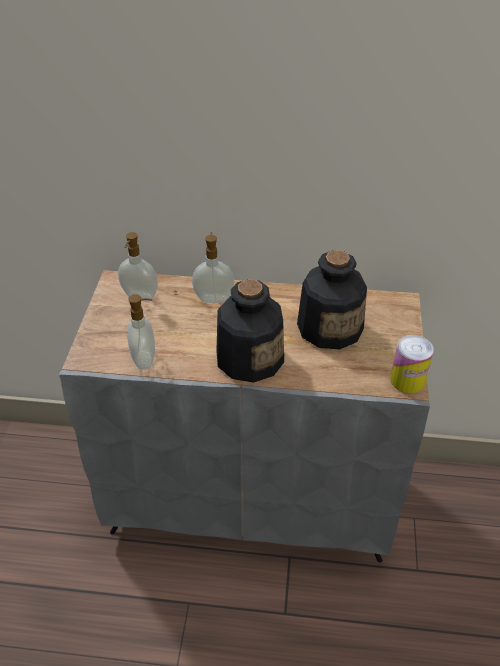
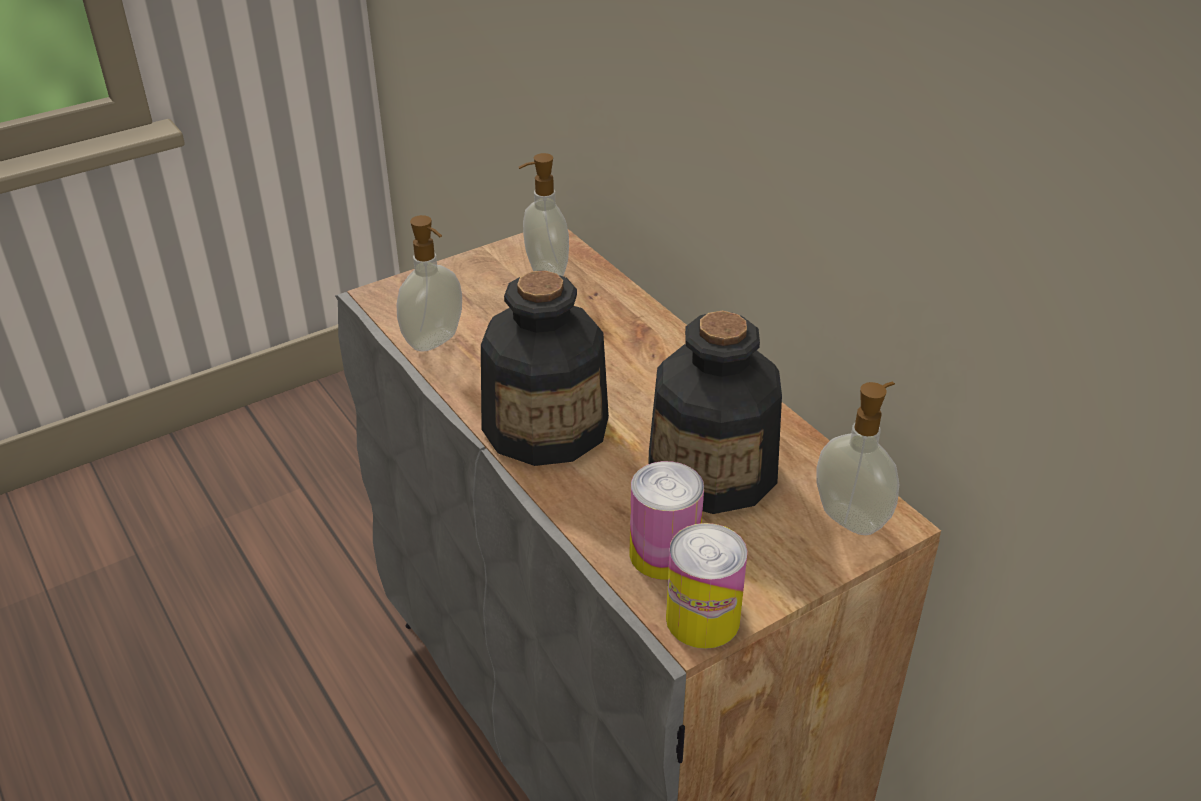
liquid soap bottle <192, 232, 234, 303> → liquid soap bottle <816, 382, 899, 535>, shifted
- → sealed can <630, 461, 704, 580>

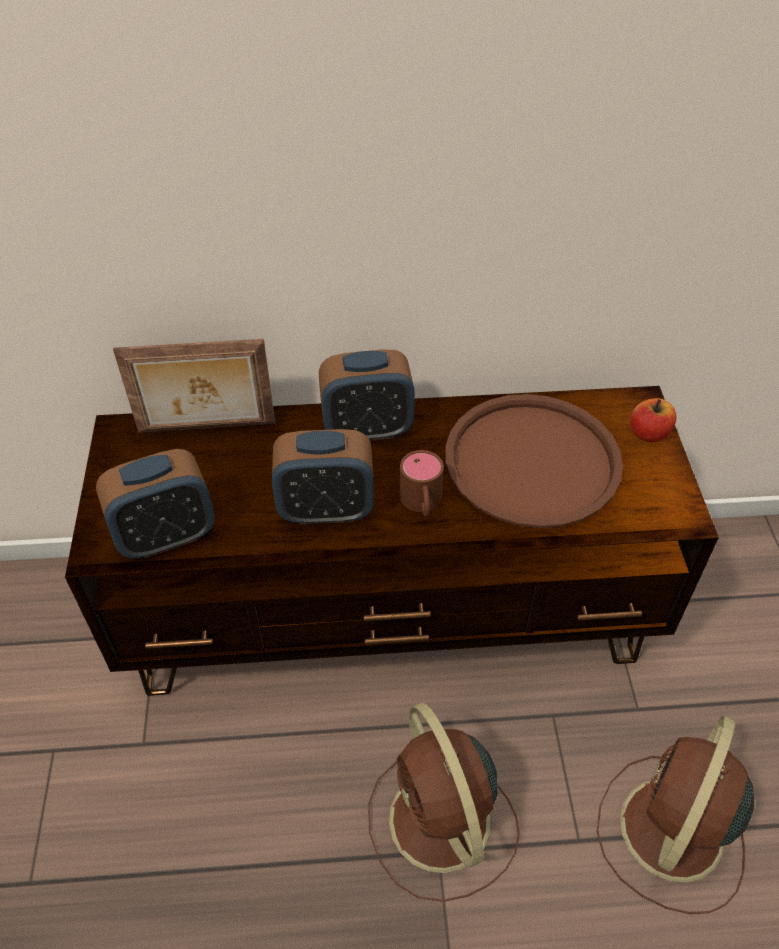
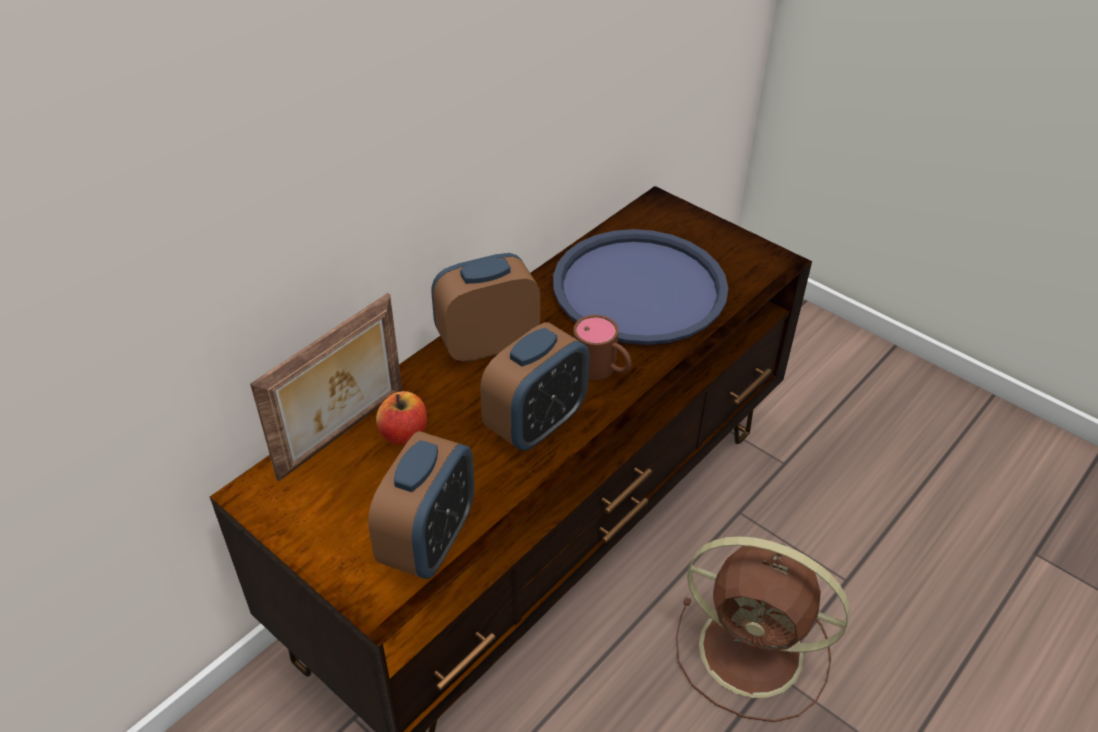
table clock <319, 349, 415, 441> → table clock <431, 253, 540, 362>, 150 degrees counterclockwise
tray/brown-coloured <445, 394, 623, 528> → tray/blue-coloured <553, 229, 728, 345>
electric fan/brown-coloured <597, 715, 754, 914> → -
apple fruit <630, 398, 676, 442> → apple fruit <376, 391, 427, 445>, shifted

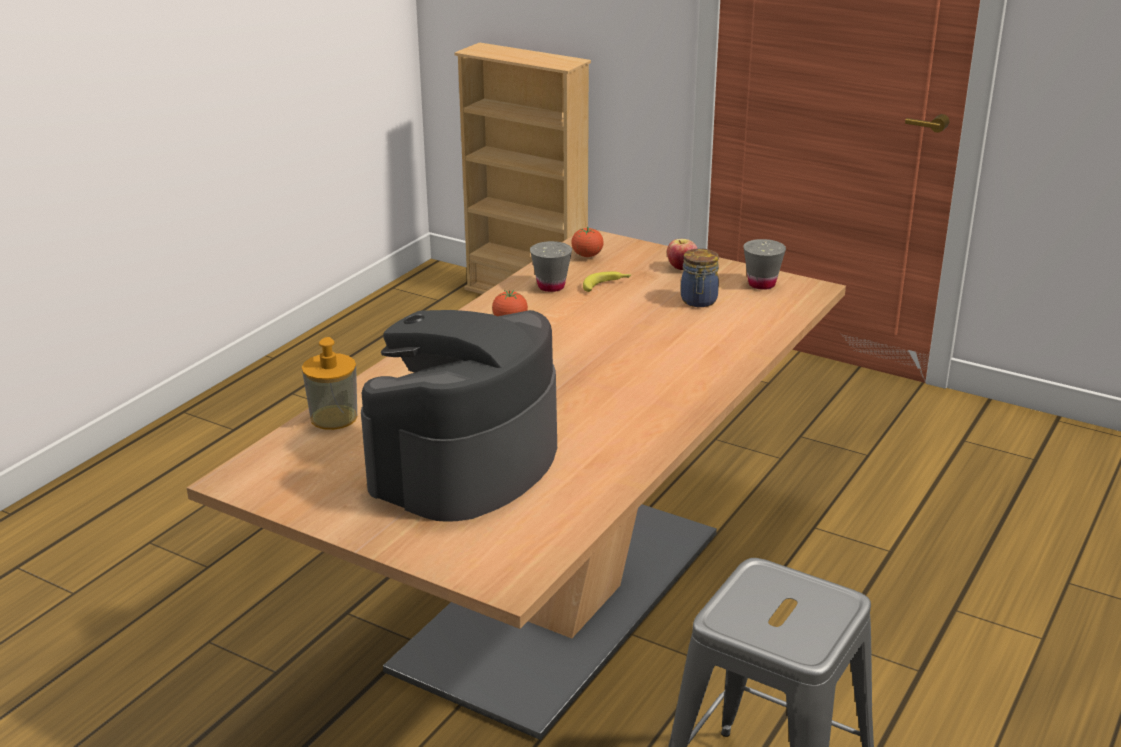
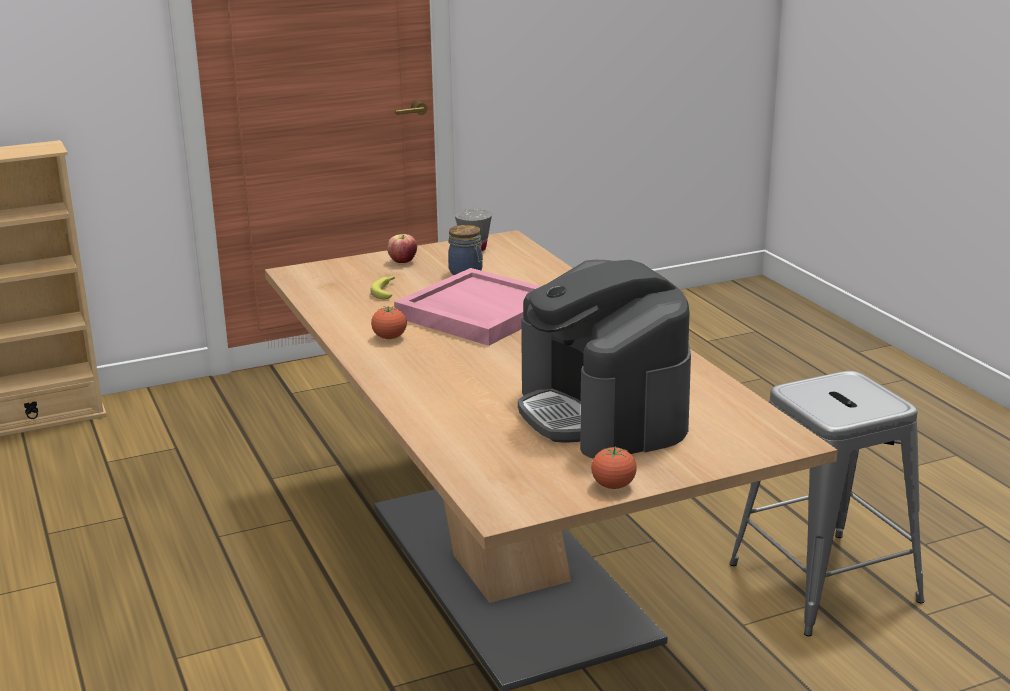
liquid soap bottle <302, 337, 358, 430> → -
drinking cup/gray <530, 241, 572, 292> → -
fresh tomato <571, 227, 604, 257> → fresh tomato <591, 447, 637, 489>, shifted
- → tray/pink-coloured <394, 268, 541, 346>

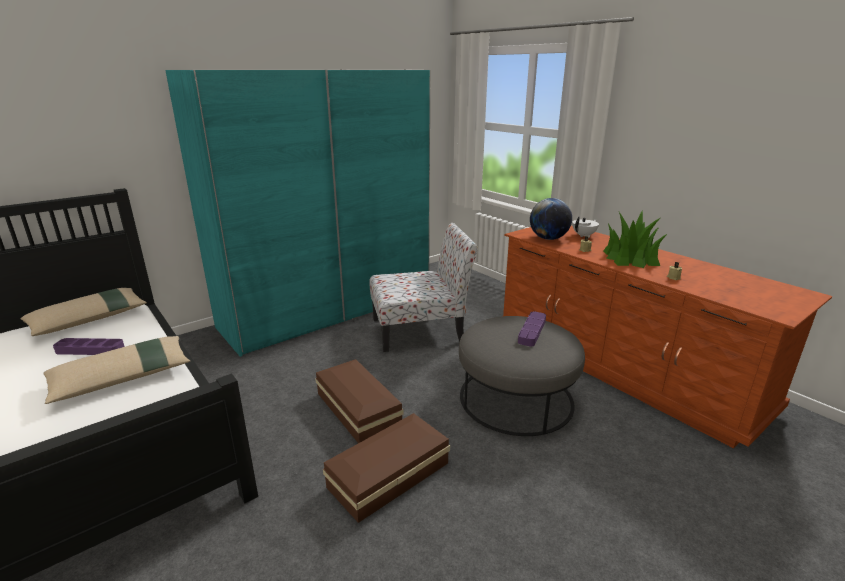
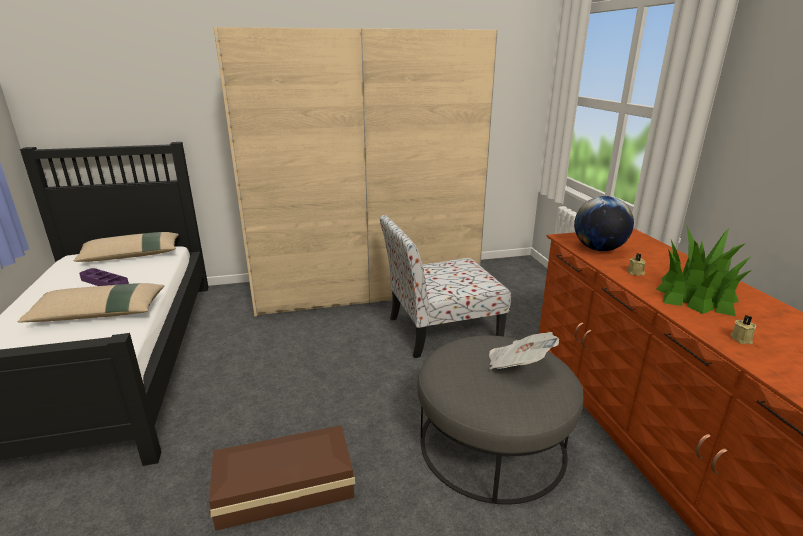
wardrobe/turquoise-coloured <165, 69, 430, 357> → wardrobe/sand-coloured <214, 27, 498, 317>
storage box/brown-coloured <315, 359, 403, 443> → -
plain chair <369, 223, 478, 352> → plain chair <380, 215, 511, 358>, 150 degrees clockwise
tray/purple-coloured <518, 312, 546, 347> → newspaper <489, 332, 559, 369>
tea pot/white <572, 217, 599, 238> → -

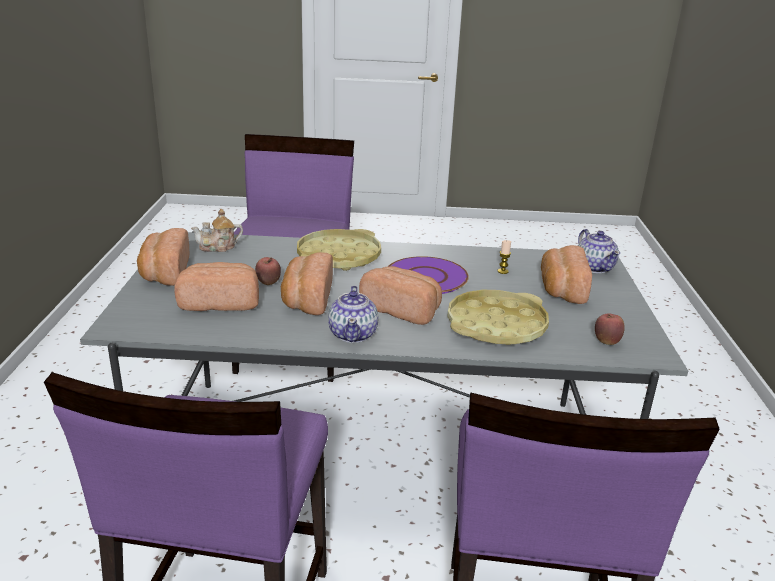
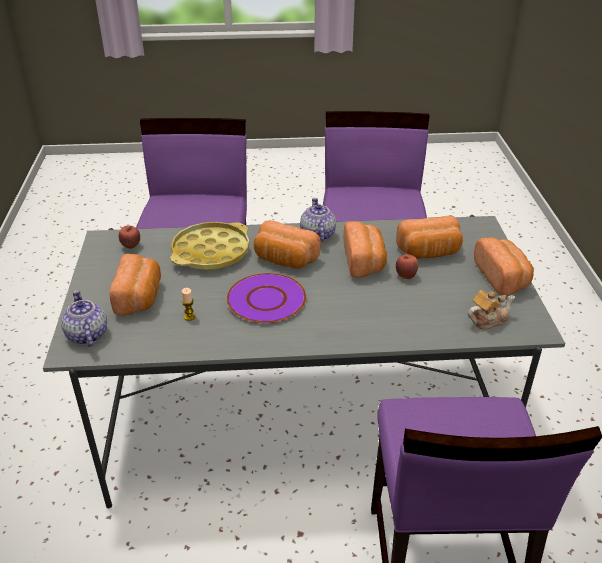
tray/yellow-coloured <297, 229, 381, 271> → -

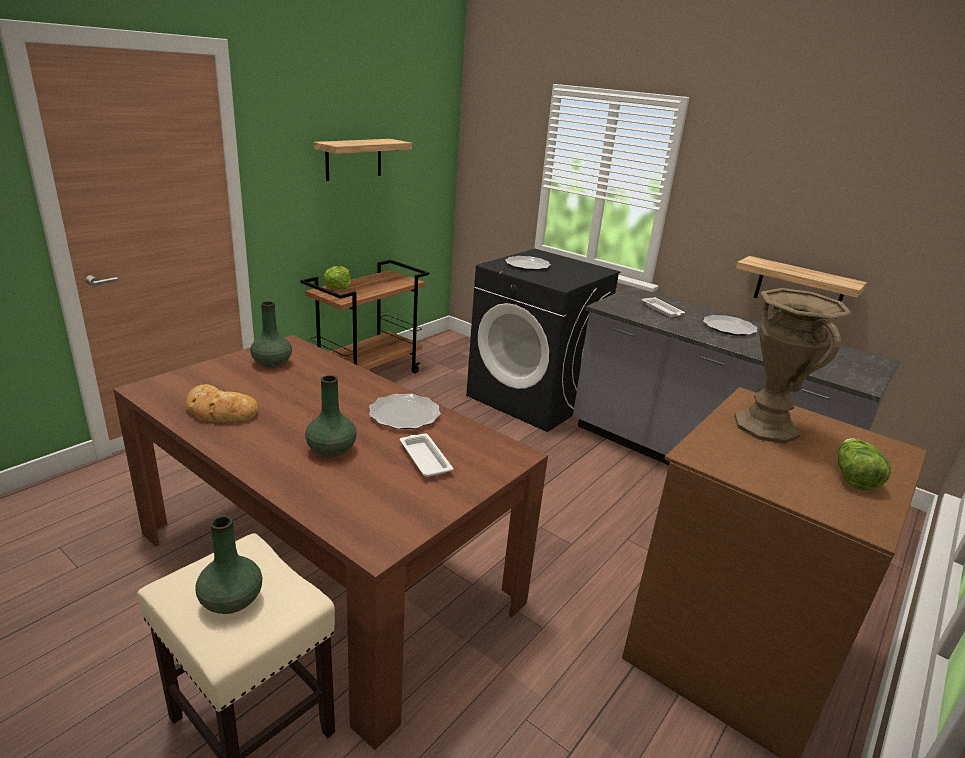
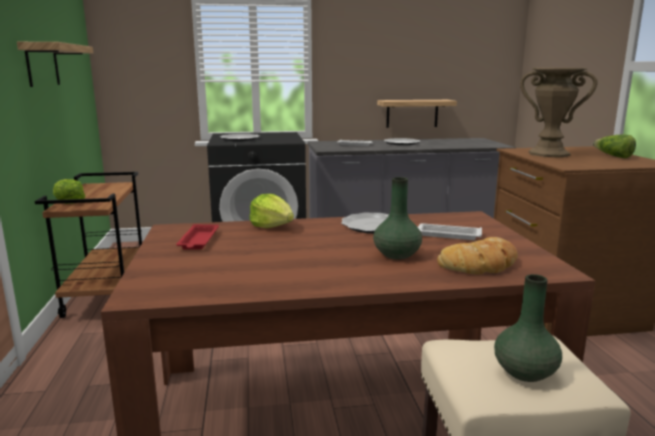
baked bread <186, 384, 258, 422> → baked bread <437, 237, 518, 274>, shifted
flower vase/green <250, 301, 292, 368> → tray/red <176, 224, 219, 249>
- → lettuce head <250, 194, 294, 228>

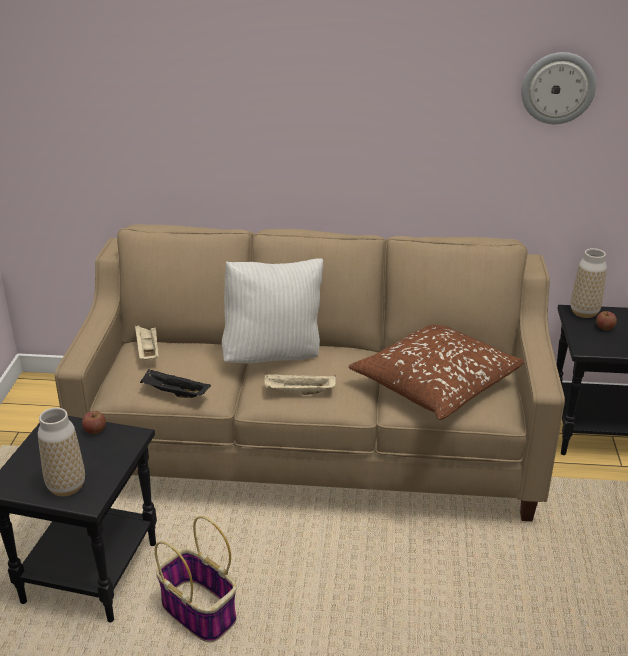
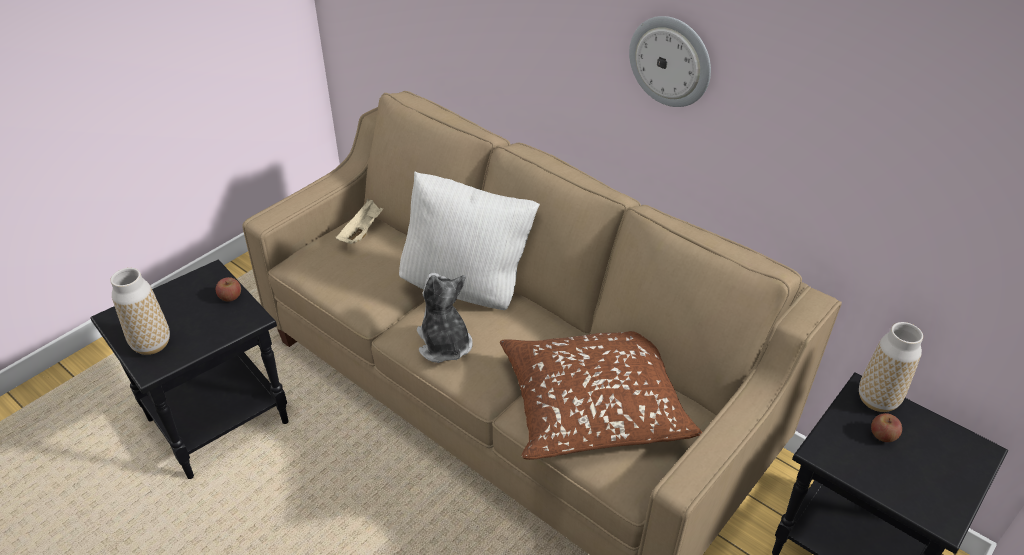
tray/black <140, 369, 211, 398> → -
storage basket <155, 516, 237, 642> → -
tray/sand-coloured <265, 374, 336, 395> → plush toy <417, 273, 473, 363>
clock on the wall <521, 52, 596, 124> → clock on the wall <629, 16, 711, 107>, shifted

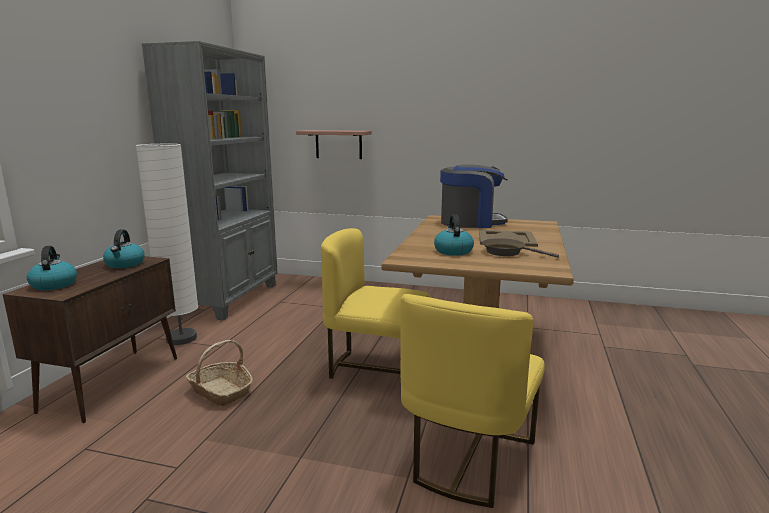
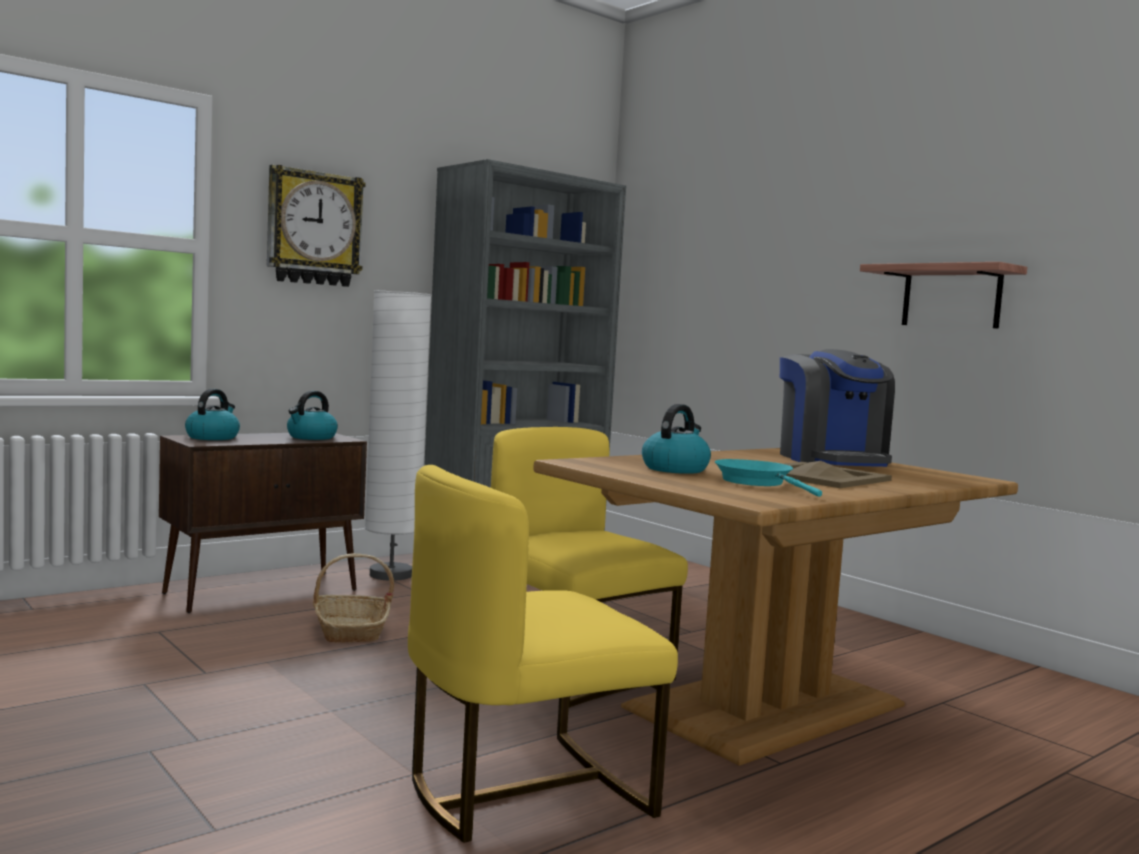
bracket shelf <296, 130, 372, 159> → bracket shelf <860, 262, 1027, 329>, shifted
coffee brewer <440, 164, 508, 228> → coffee brewer <780, 349, 895, 467>, 45 degrees clockwise
skillet/brown-coloured <482, 238, 559, 258> → skillet/turquoise-coloured <715, 459, 822, 497>
- → clock on the wall <267, 165, 366, 287>

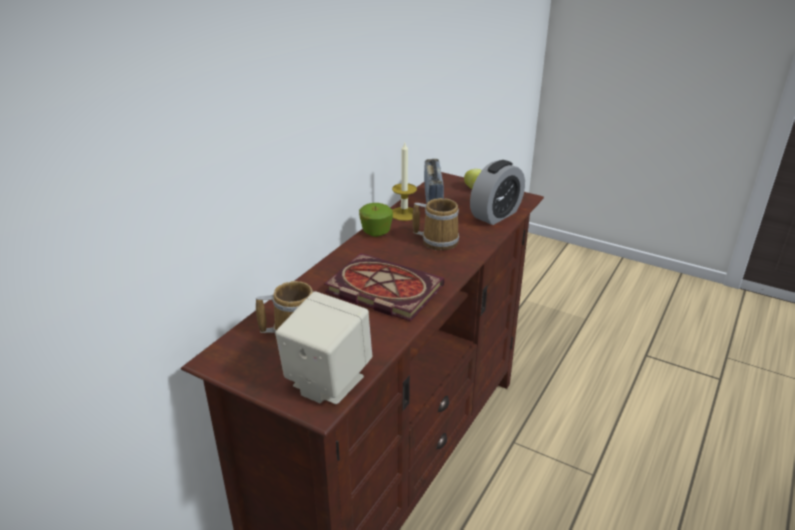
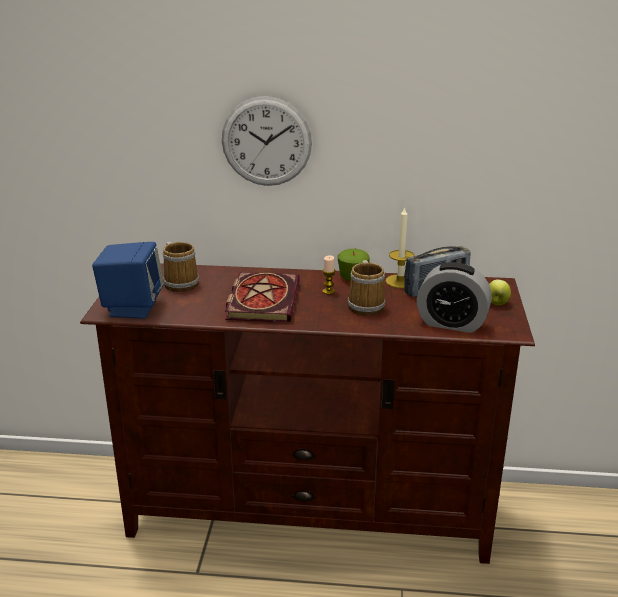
audio speaker/sand-coloured <275, 291, 372, 404> → audio speaker/blue-coloured <92, 242, 164, 319>
- → clock on the wall <222, 96, 312, 186>
- → candle <323, 255, 335, 294>

